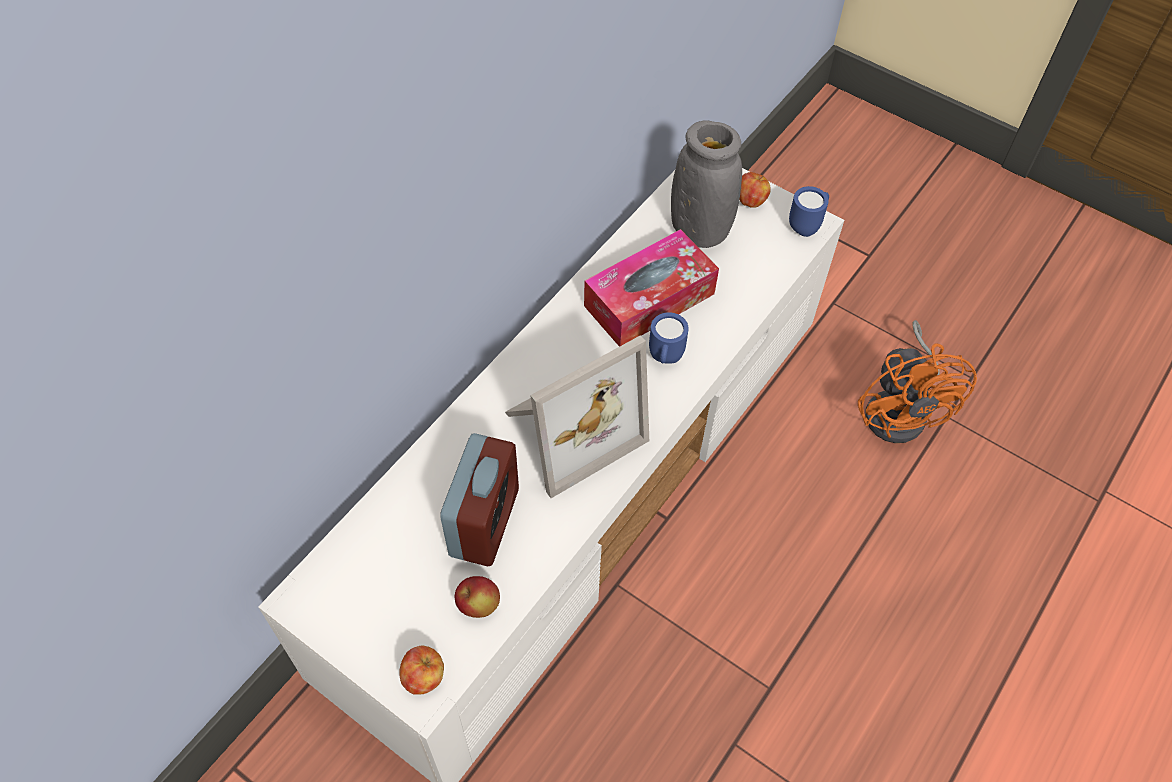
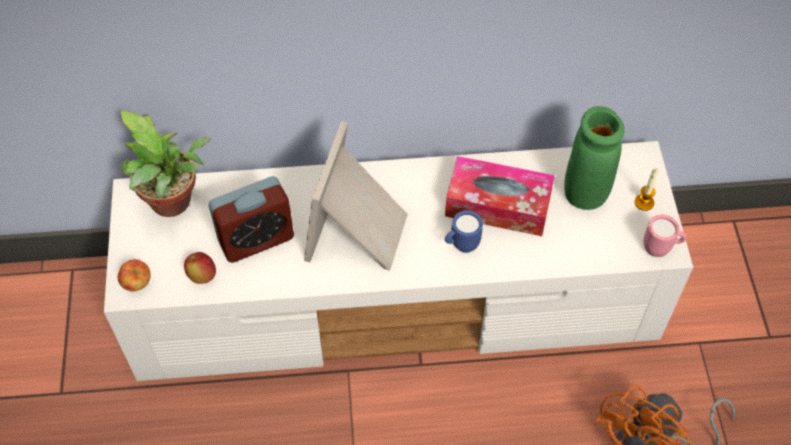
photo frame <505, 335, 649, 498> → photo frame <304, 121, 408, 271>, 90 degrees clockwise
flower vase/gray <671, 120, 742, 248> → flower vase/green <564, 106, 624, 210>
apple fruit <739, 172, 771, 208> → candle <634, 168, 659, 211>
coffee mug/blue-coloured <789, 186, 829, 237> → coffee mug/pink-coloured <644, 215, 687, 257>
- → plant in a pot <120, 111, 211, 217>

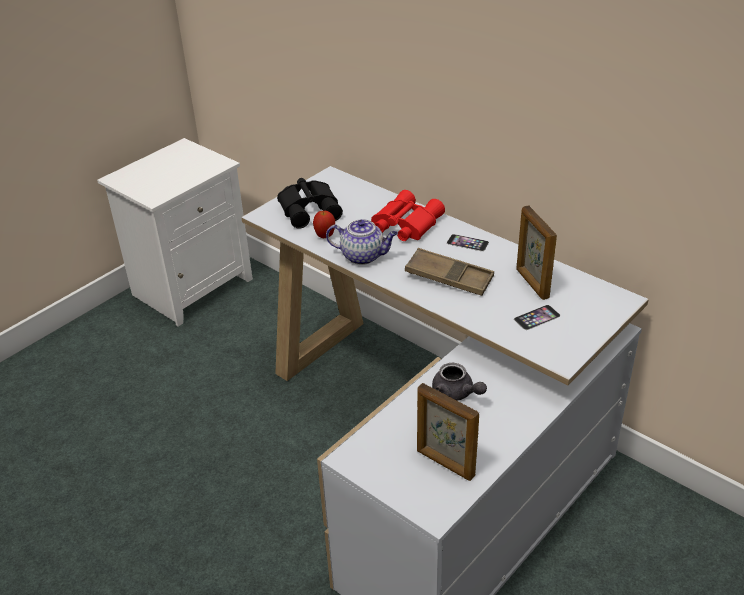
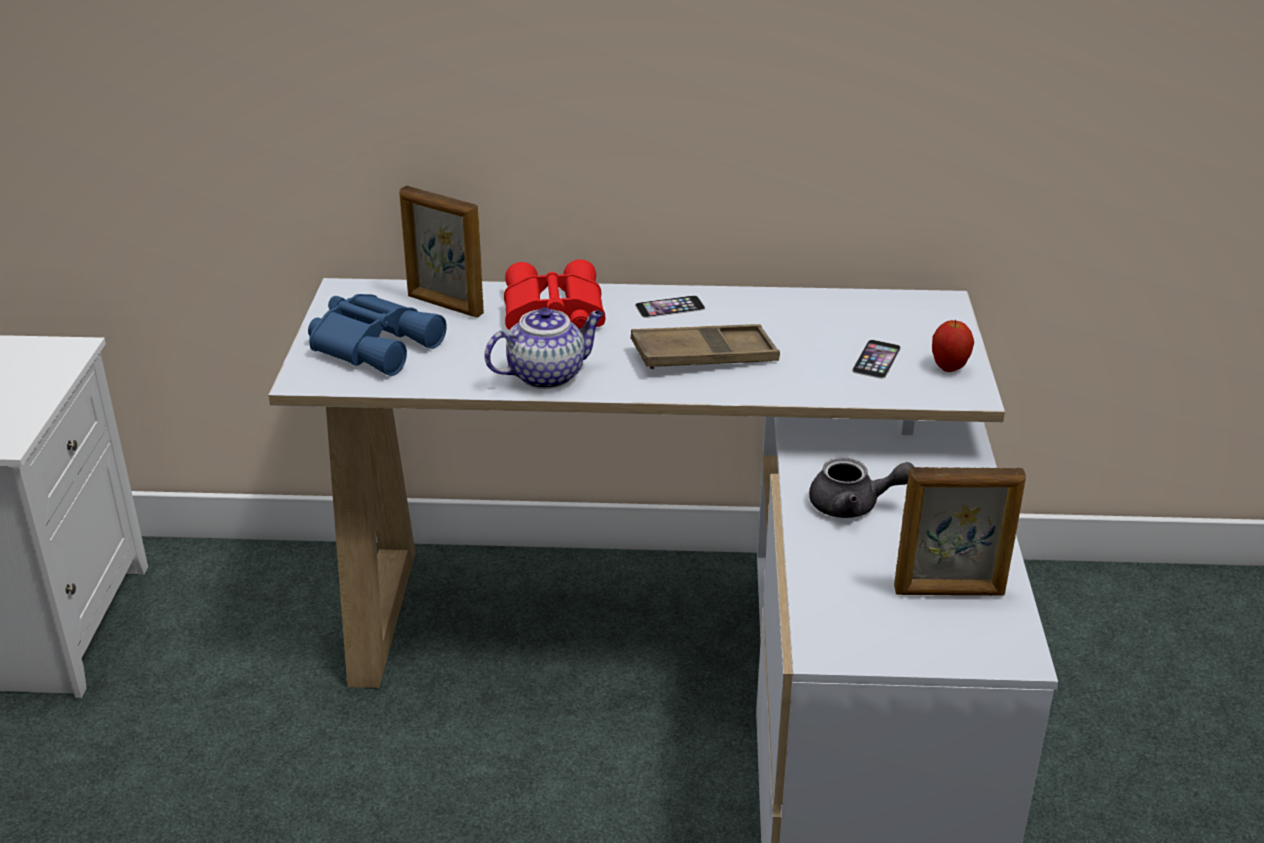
field glasses/black <277, 178, 343, 229> → field glasses/blue-coloured <308, 294, 447, 376>
apple fruit <313, 211, 335, 238> → apple fruit <932, 320, 974, 372>, shifted
photo frame <516, 205, 557, 300> → photo frame <399, 186, 484, 318>, shifted

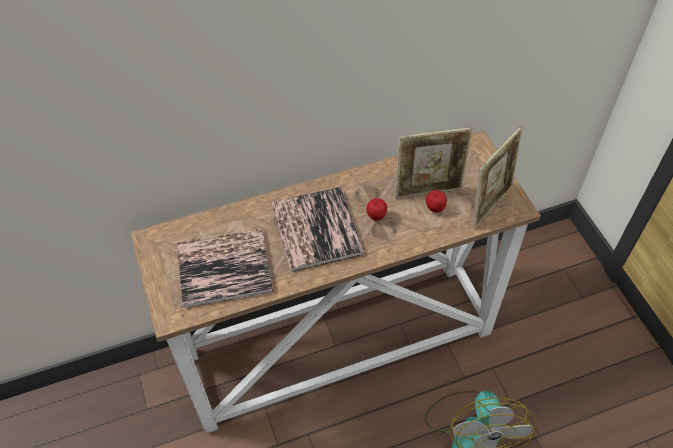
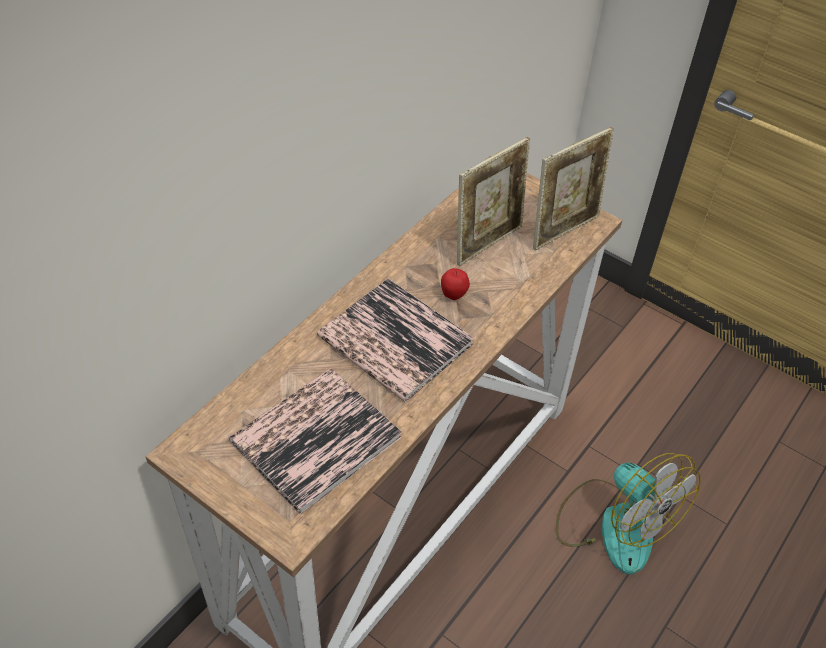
apple fruit <426, 190, 447, 213> → -
photo frame <473, 127, 522, 228> → photo frame <533, 127, 614, 251>, 45 degrees clockwise

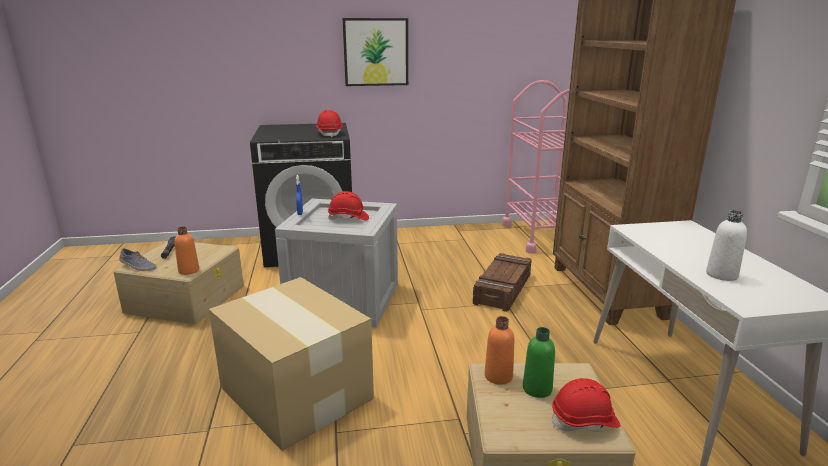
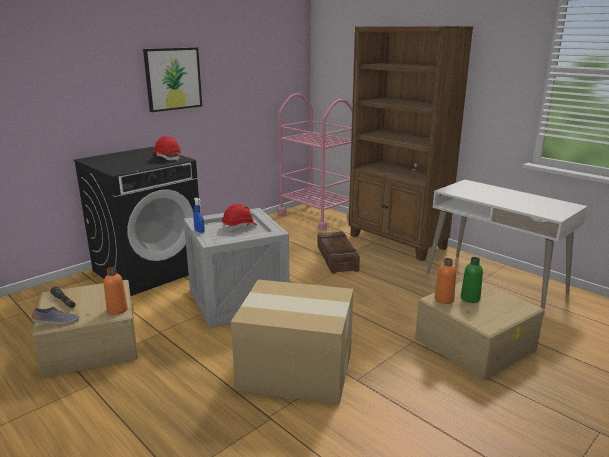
safety helmet/red <552, 378, 621, 431> → -
beverage bottle/white <706, 210, 747, 281> → -

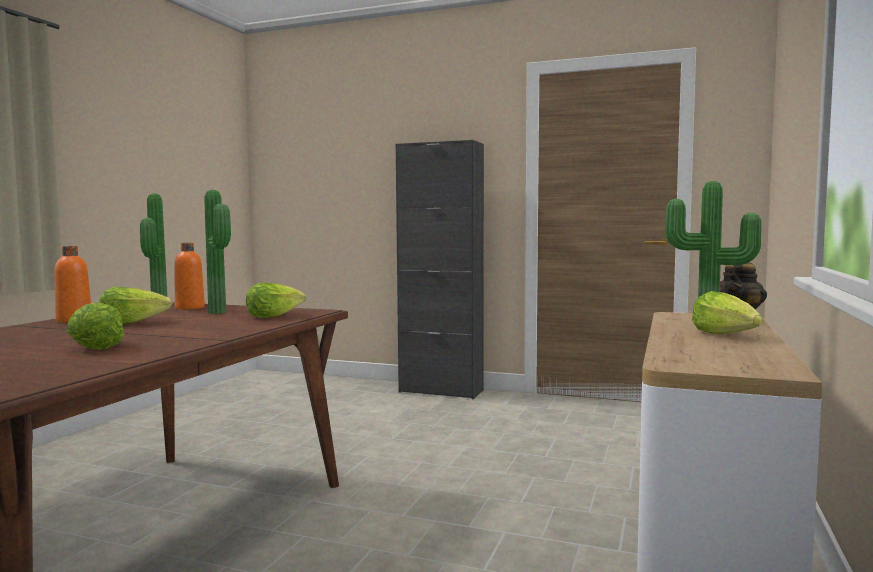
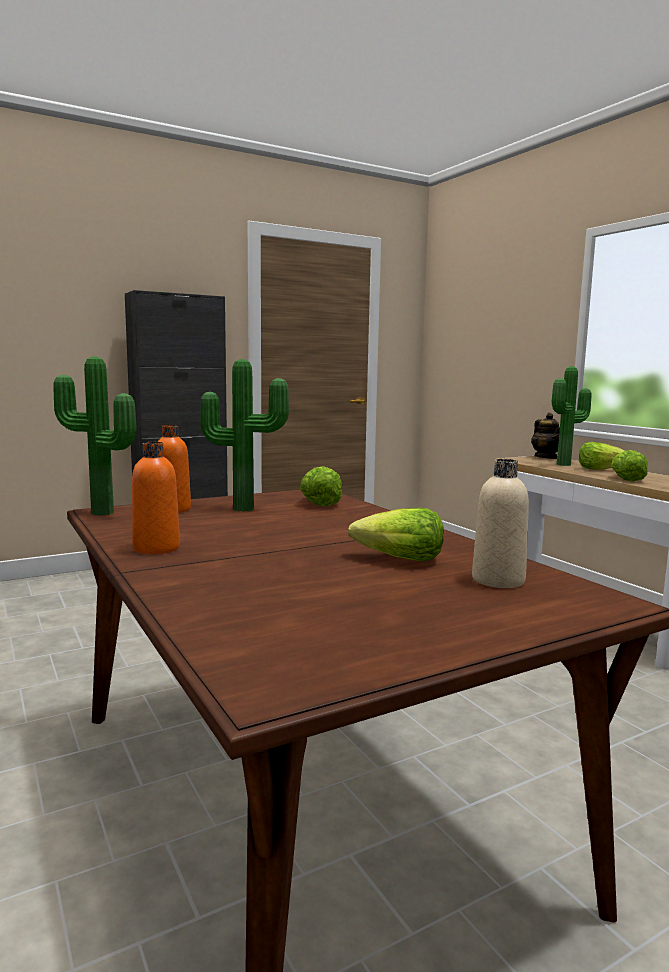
lettuce head <99, 287, 172, 324> → lettuce head <611, 450, 648, 481>, shifted
- → beverage bottle/sand-coloured <472, 459, 529, 588>

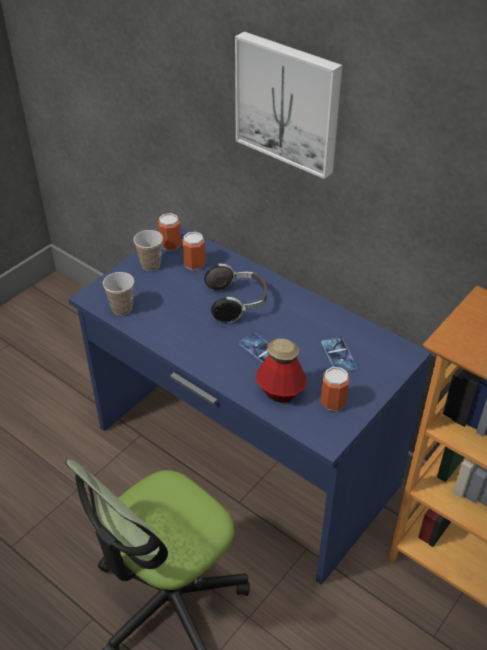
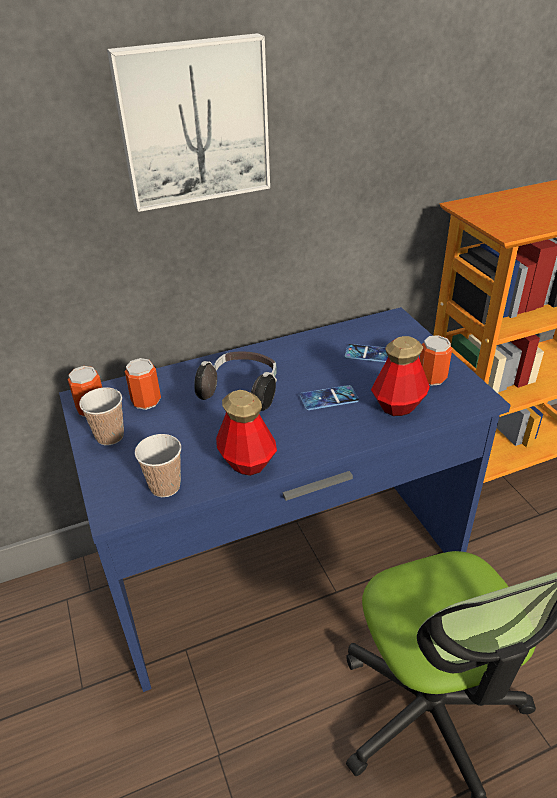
- → beverage bottle <216, 390, 277, 476>

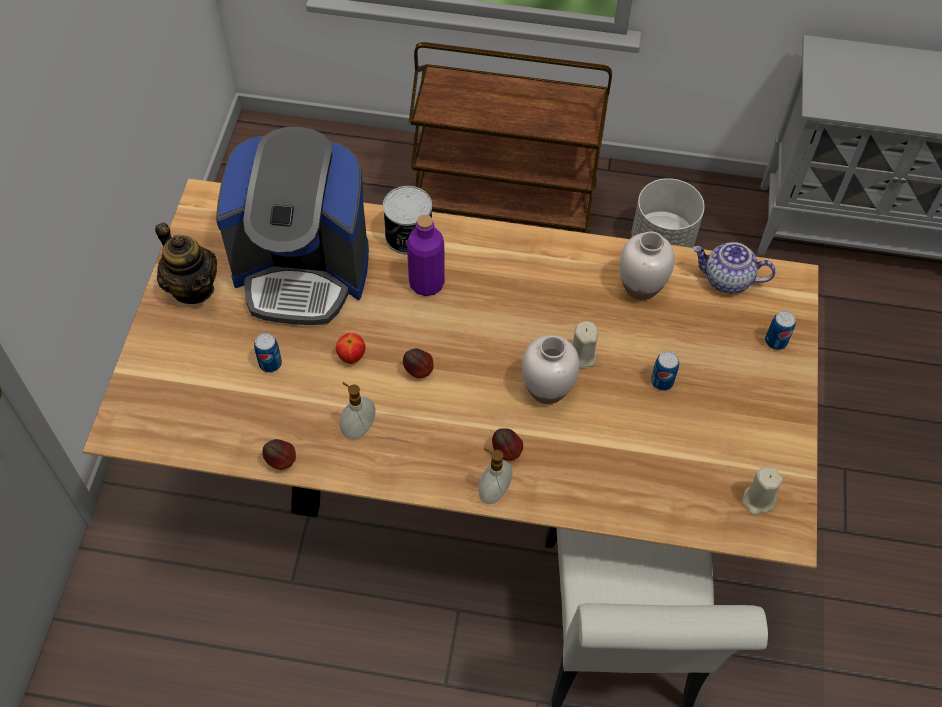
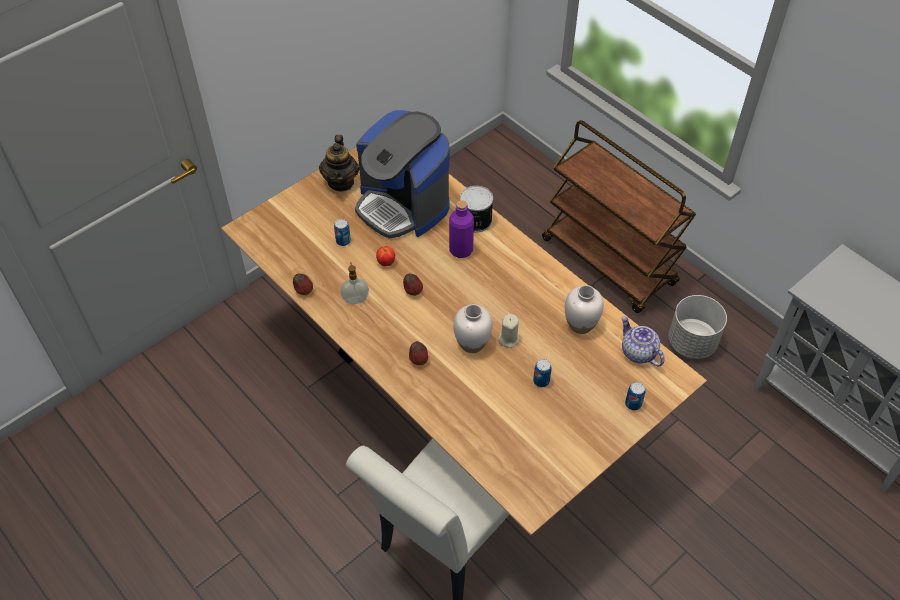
liquid soap bottle <478, 448, 512, 504> → -
candle/sand-coloured <742, 467, 783, 515> → -

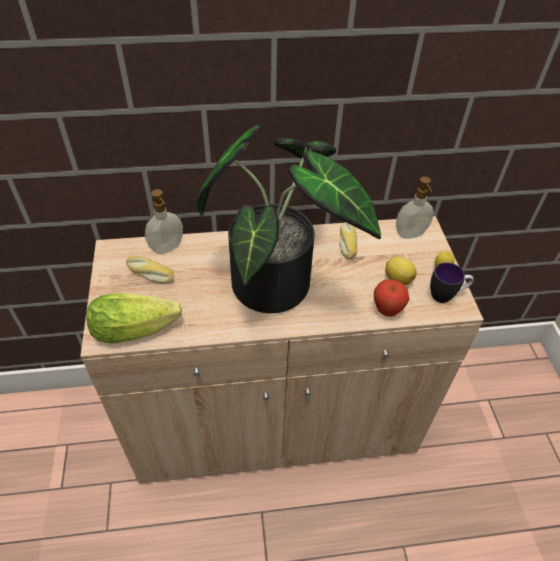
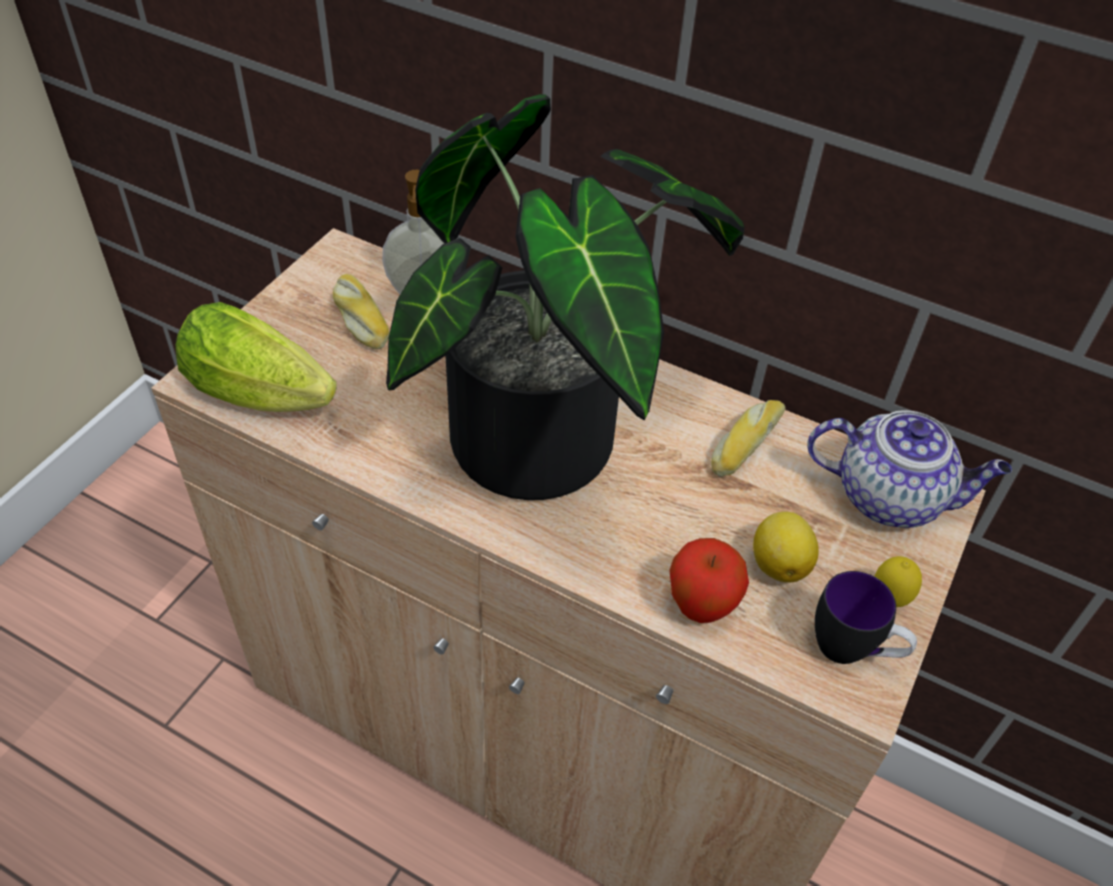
liquid soap bottle <396, 177, 434, 239> → tea pot <807, 410, 1012, 528>

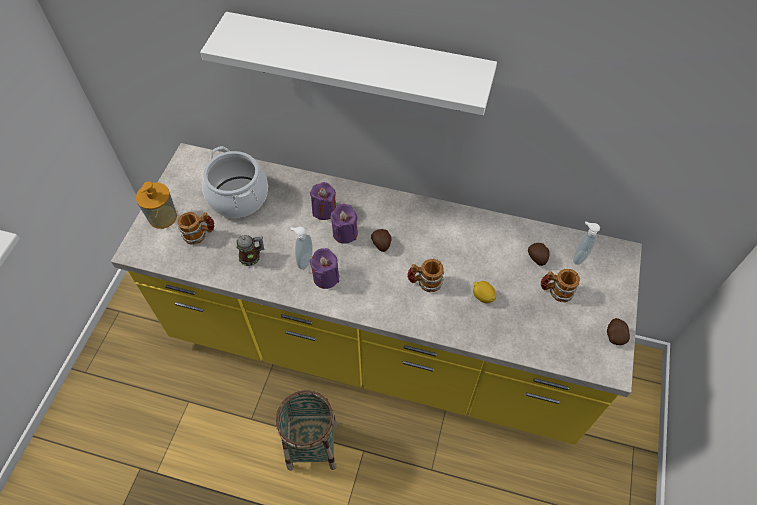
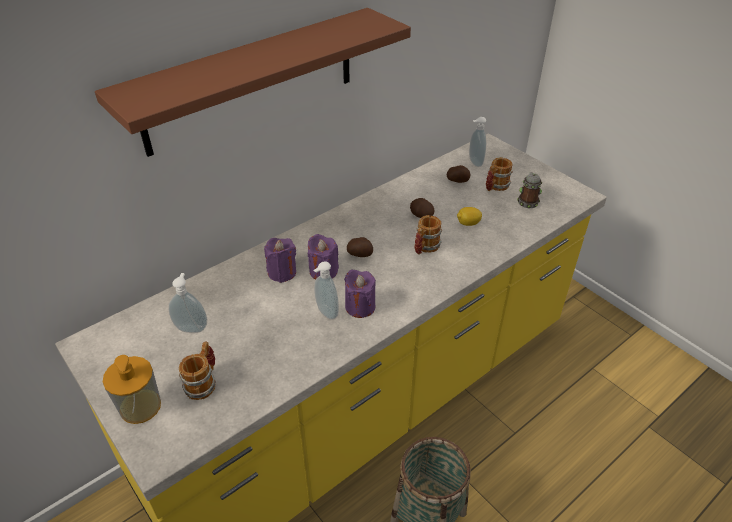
bracket shelf/white <200, 12, 497, 115> → bracket shelf/brown-coloured <95, 8, 411, 157>
cooking pot <202, 146, 268, 218> → liquid soap bottle <168, 273, 207, 333>
coffee mug <236, 235, 265, 266> → coffee mug <517, 172, 542, 208>, shifted
spud <607, 318, 630, 345> → spud <410, 198, 434, 218>, shifted

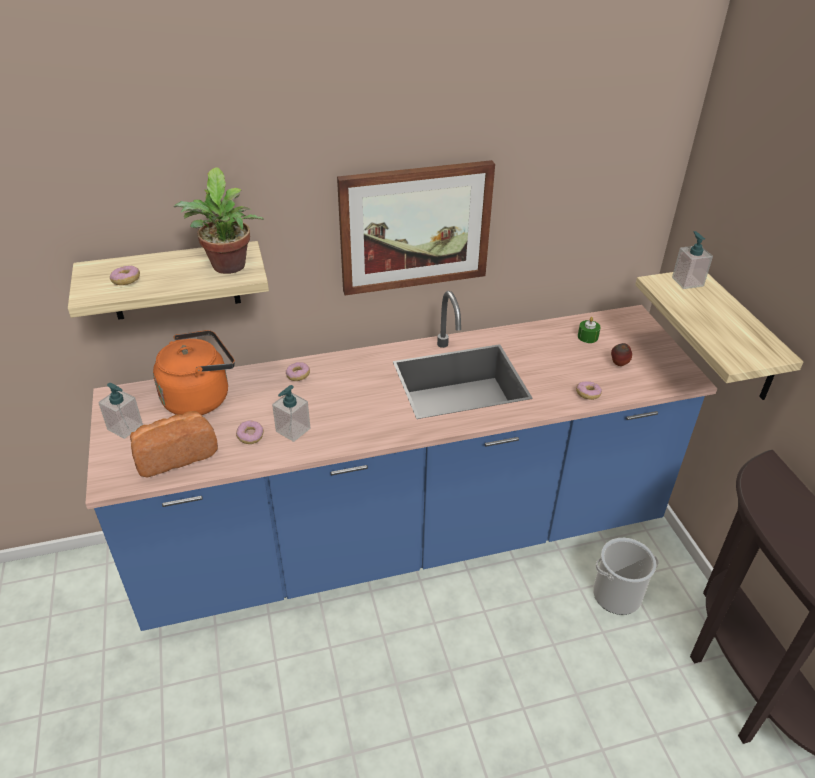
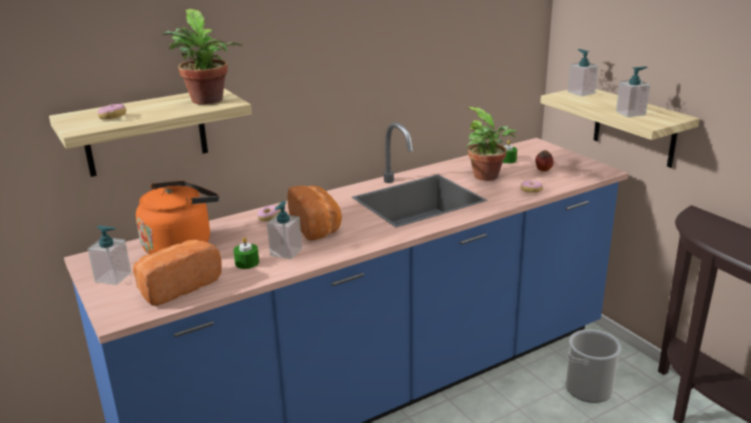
doughnut <236, 420, 264, 444> → candle/green <233, 237, 259, 269>
wall art <337, 160, 495, 295> → -
- → baked bread <288, 185, 342, 241>
- → plant in a pot <465, 107, 517, 181>
- → liquid soap bottle <616, 67, 650, 117>

